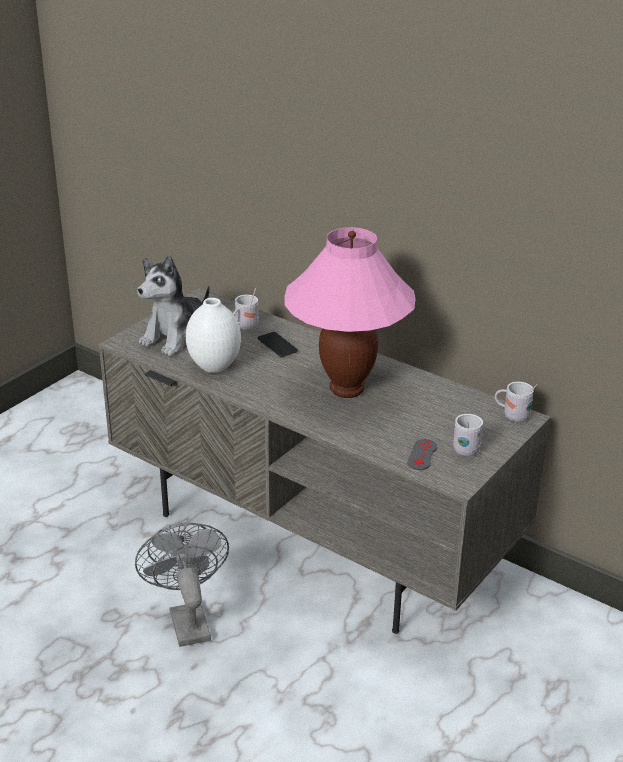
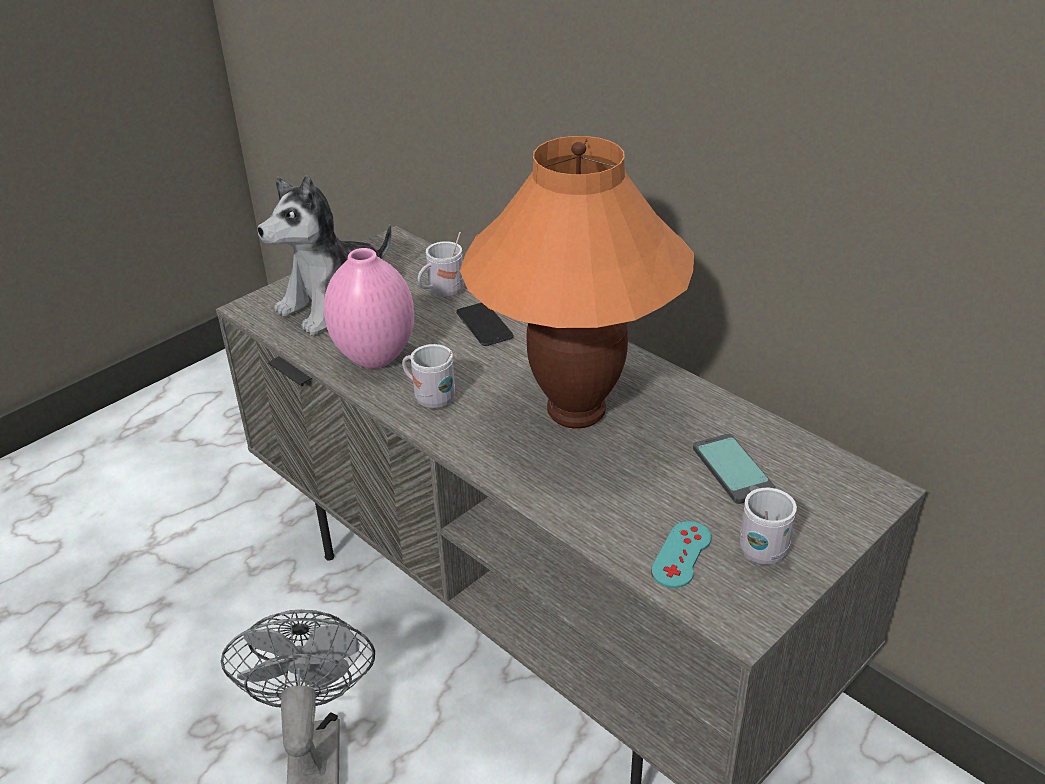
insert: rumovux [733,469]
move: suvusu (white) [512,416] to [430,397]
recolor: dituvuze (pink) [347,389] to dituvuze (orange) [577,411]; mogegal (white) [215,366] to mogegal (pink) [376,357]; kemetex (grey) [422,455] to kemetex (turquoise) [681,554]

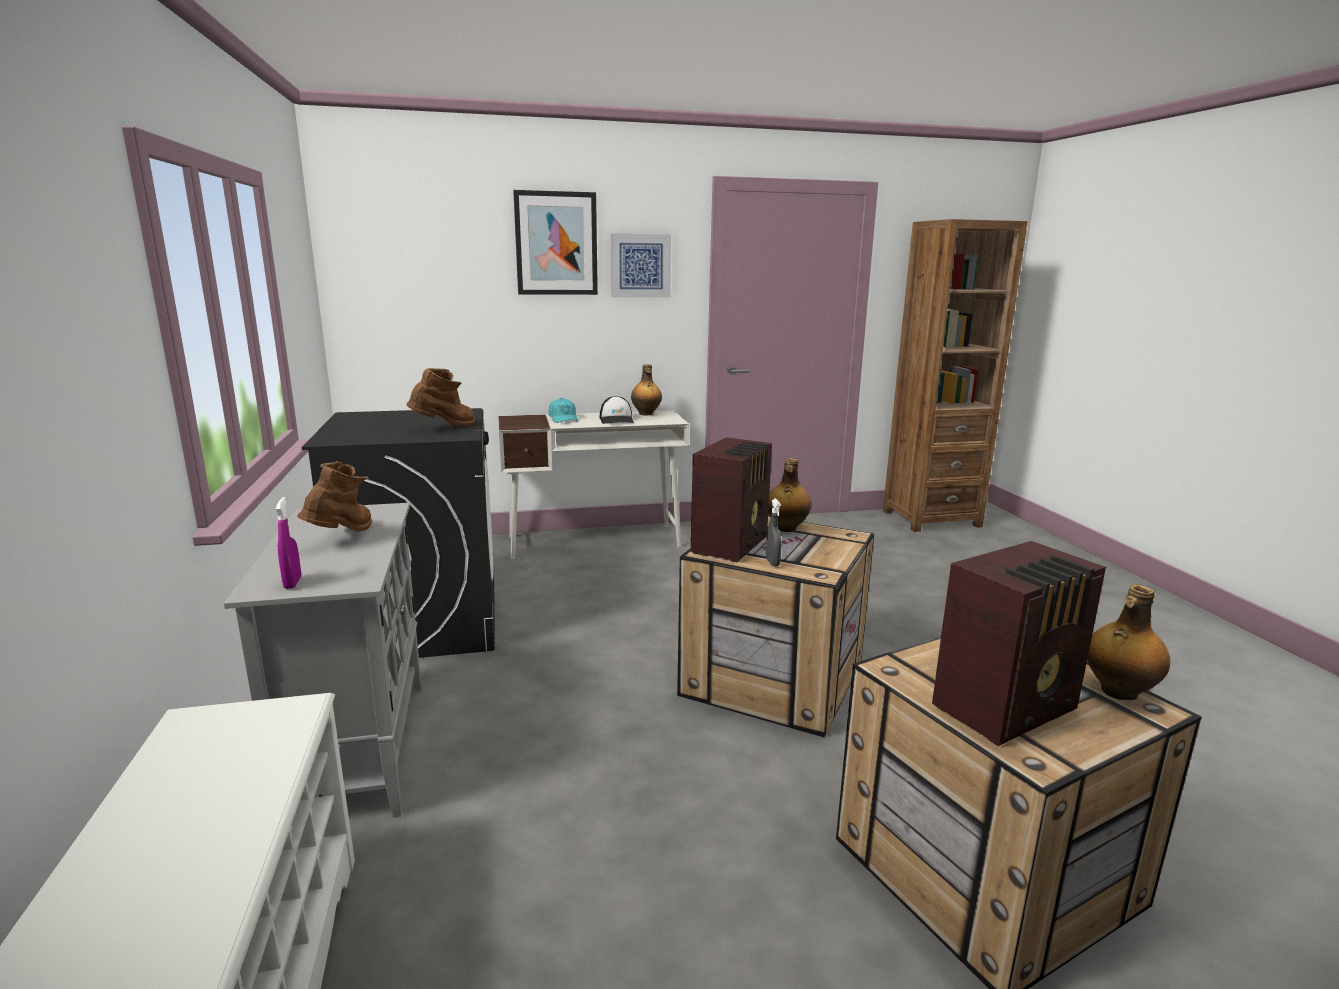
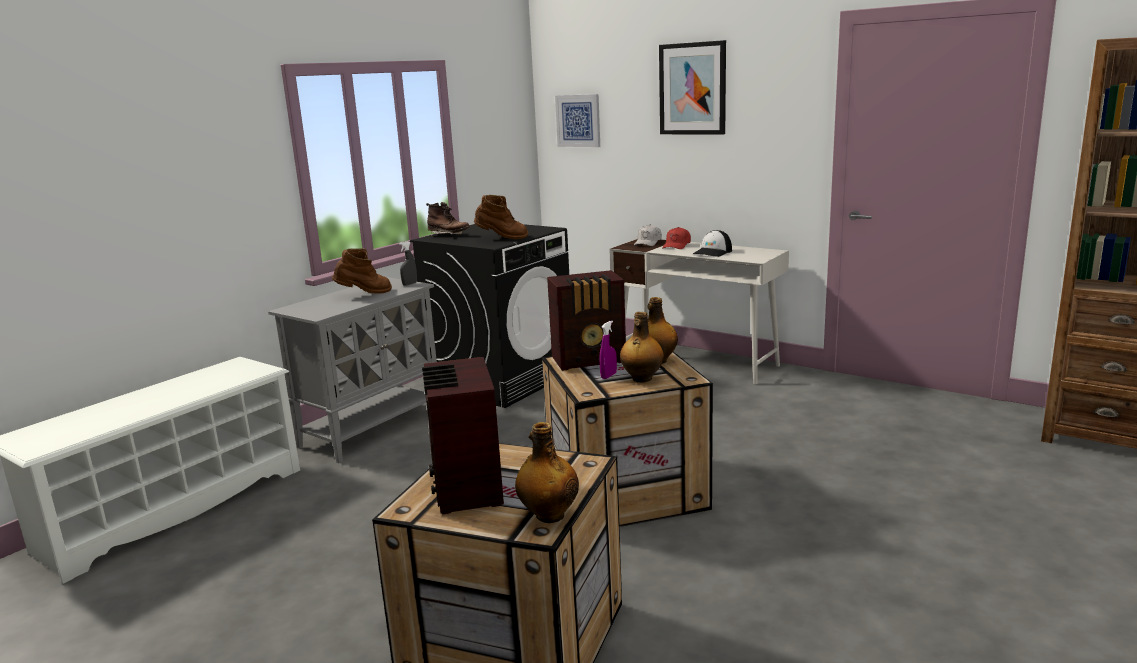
insert: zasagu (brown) [449,235]; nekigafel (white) [648,243]
move: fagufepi [640,265] to [578,120]; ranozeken [646,414] to [641,379]; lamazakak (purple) [292,583] to [608,376]; lamazakak (grey) [772,562] to [409,284]
recolor: nekigafel (turquoise) [563,419] to nekigafel (red) [677,246]
rotate: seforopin [1008,708] = [466,489] 60 degrees clockwise

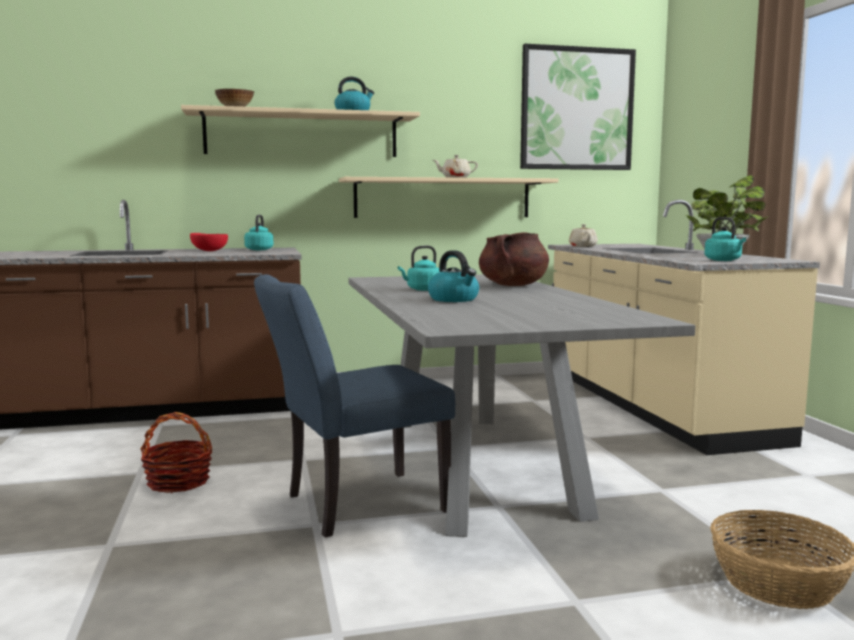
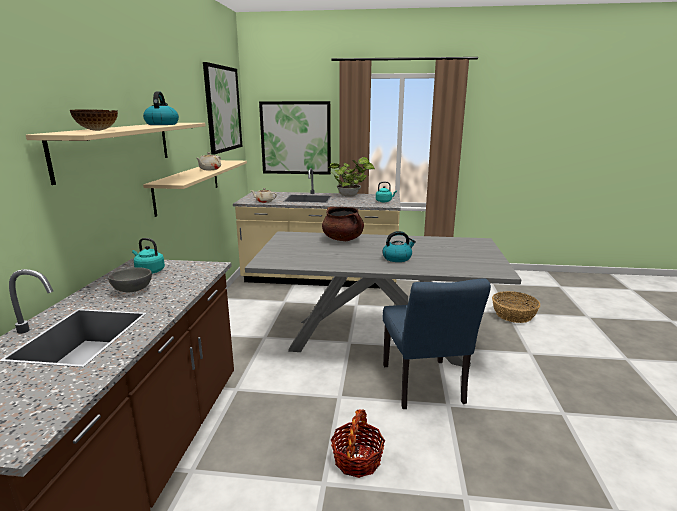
delete: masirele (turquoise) [422,289]
insert: fagufepi [296,138]
recolor: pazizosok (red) [209,251] to pazizosok (grey) [131,290]

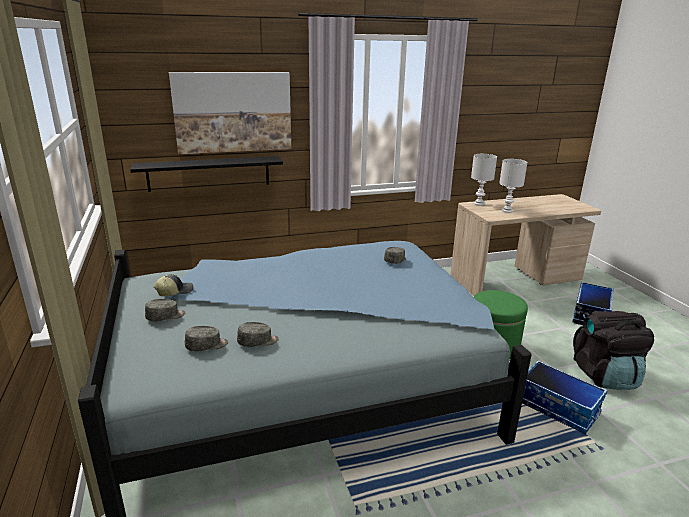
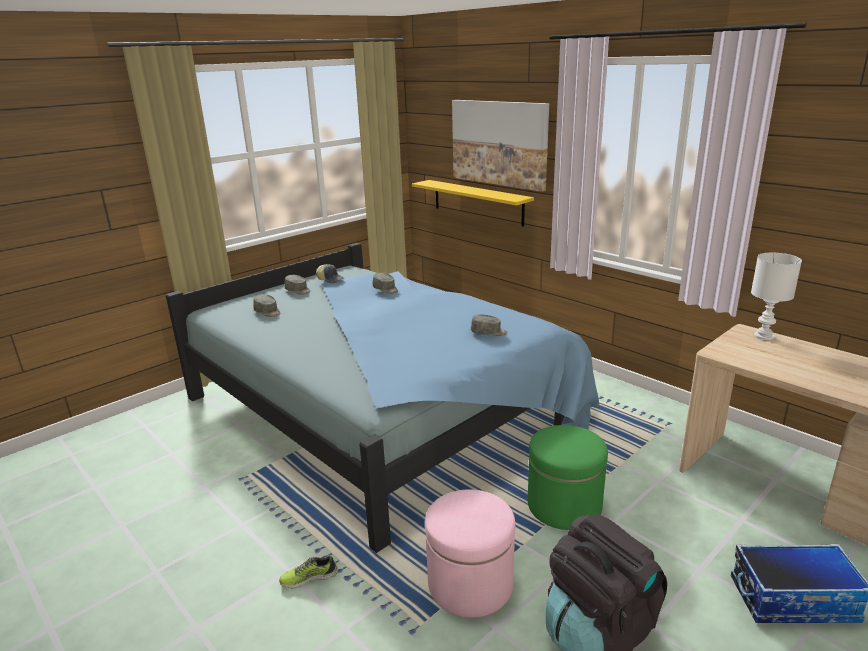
delete: dituvuze (white) [507,211]
insert: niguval [309,577]
move: nekigafel (grey) [258,342] to [386,289]
replace: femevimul [558,408] to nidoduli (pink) [470,583]
recolor: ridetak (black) [209,173] to ridetak (yellow) [477,202]

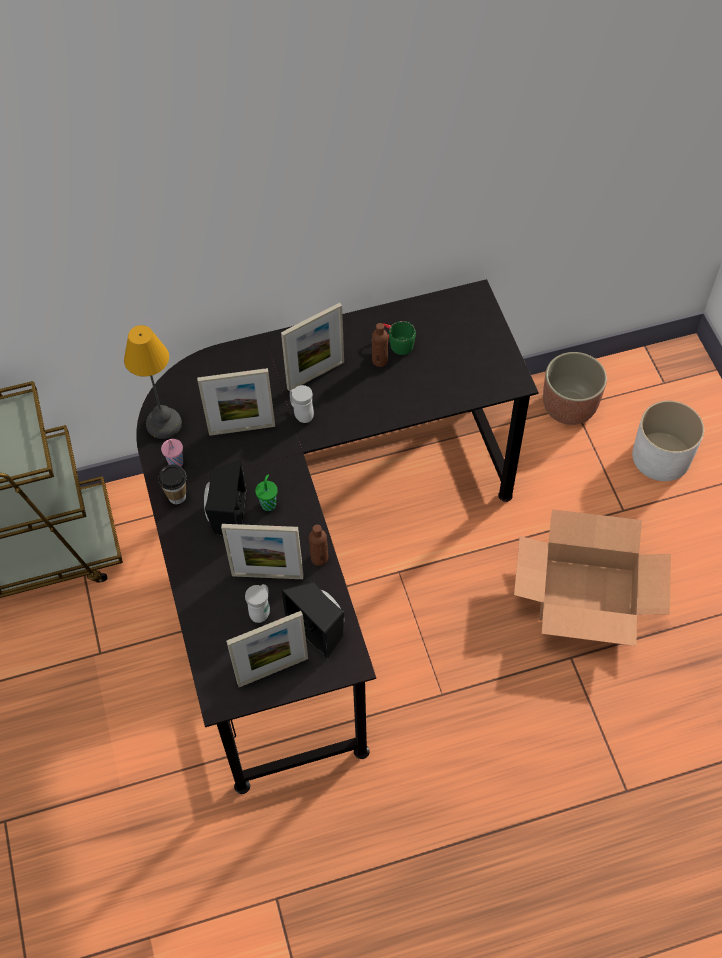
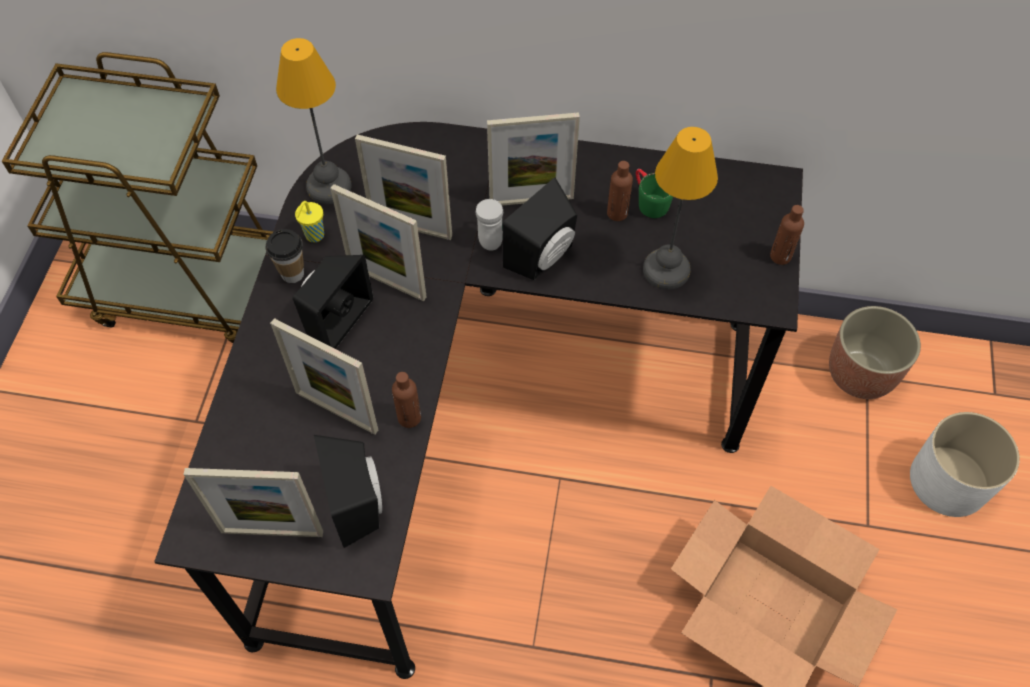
delete: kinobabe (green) [268,504]; suvusu (white) [261,610]
insert: dituvuze [665,268]; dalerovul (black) [544,258]; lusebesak [387,281]; ranozeken (brown) [780,256]
recolor: kinobabe (pink) [175,464] to kinobabe (yellow) [314,236]

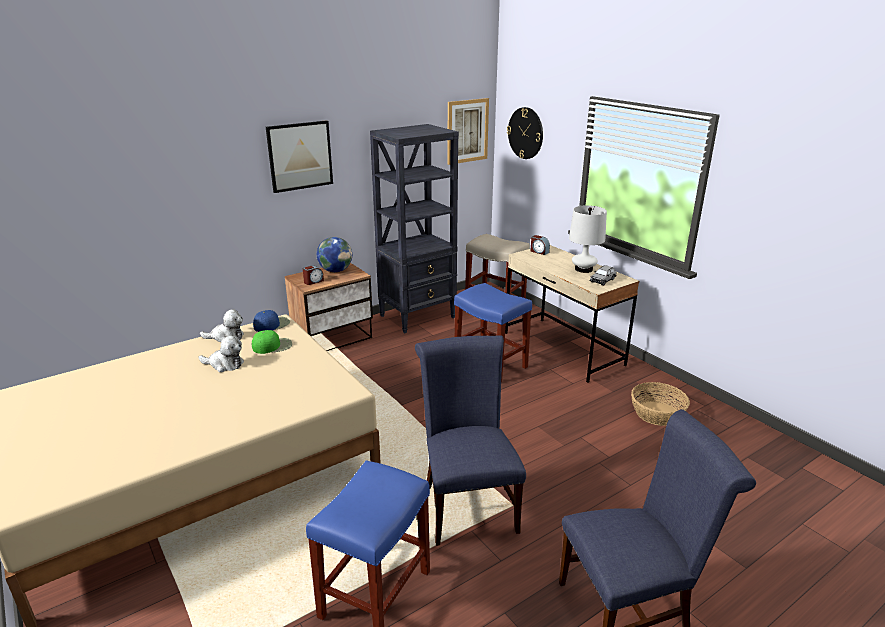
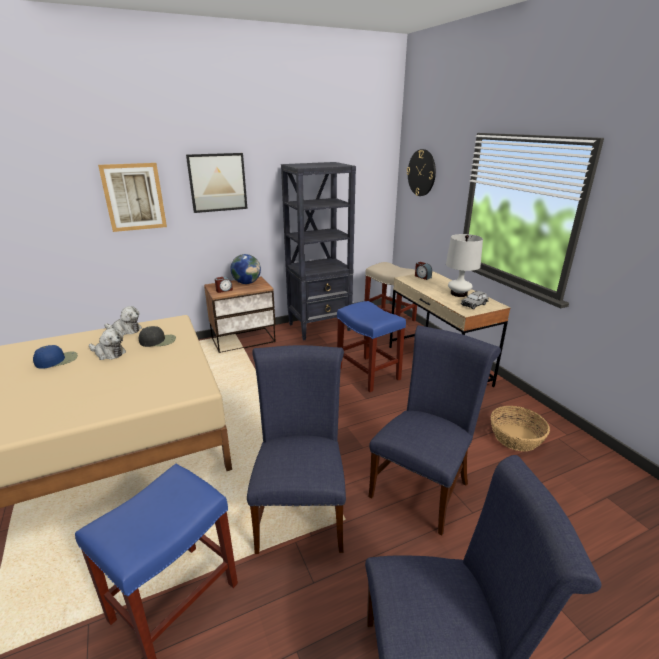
insert: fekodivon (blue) [422,486]
move: fagufepi [467,131] to [134,197]; nekigafel (blue) [272,324] to [57,360]
recolor: nekigafel (green) [272,346] to nekigafel (black) [158,341]

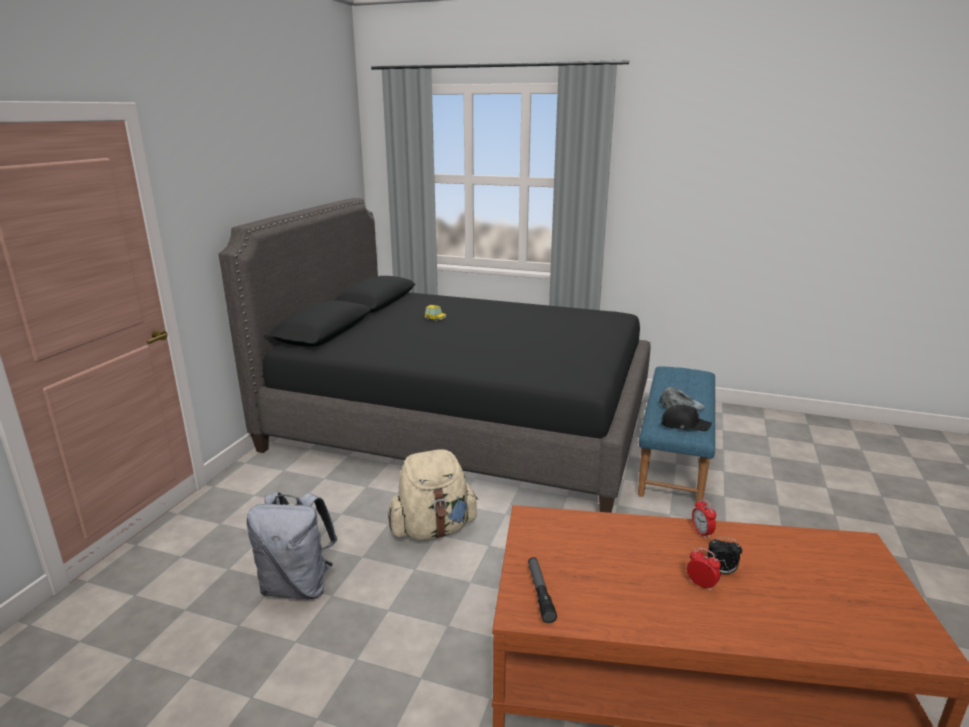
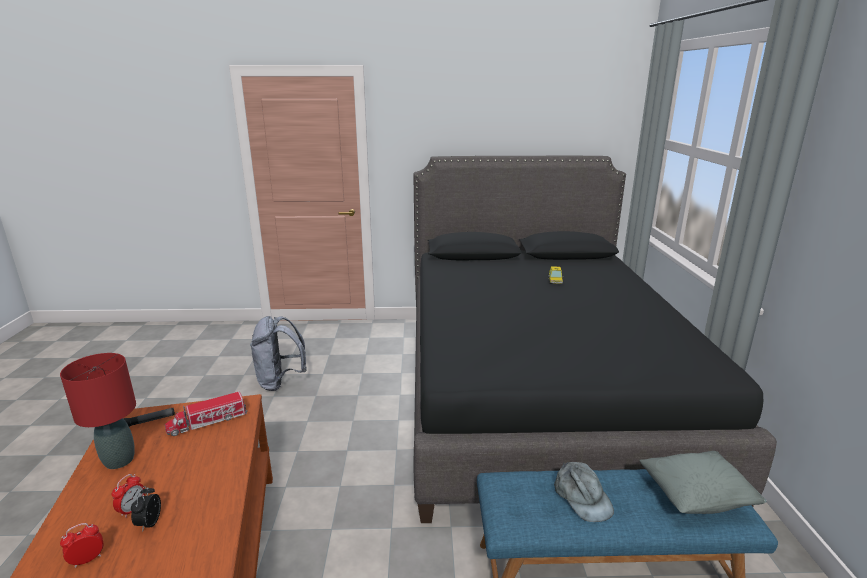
delete: nekigafel (black) [684,425]; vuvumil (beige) [433,529]
insert: dituvuze (red) [119,461]; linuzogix [208,422]; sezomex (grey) [696,498]
move: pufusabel [701,532] to [87,559]

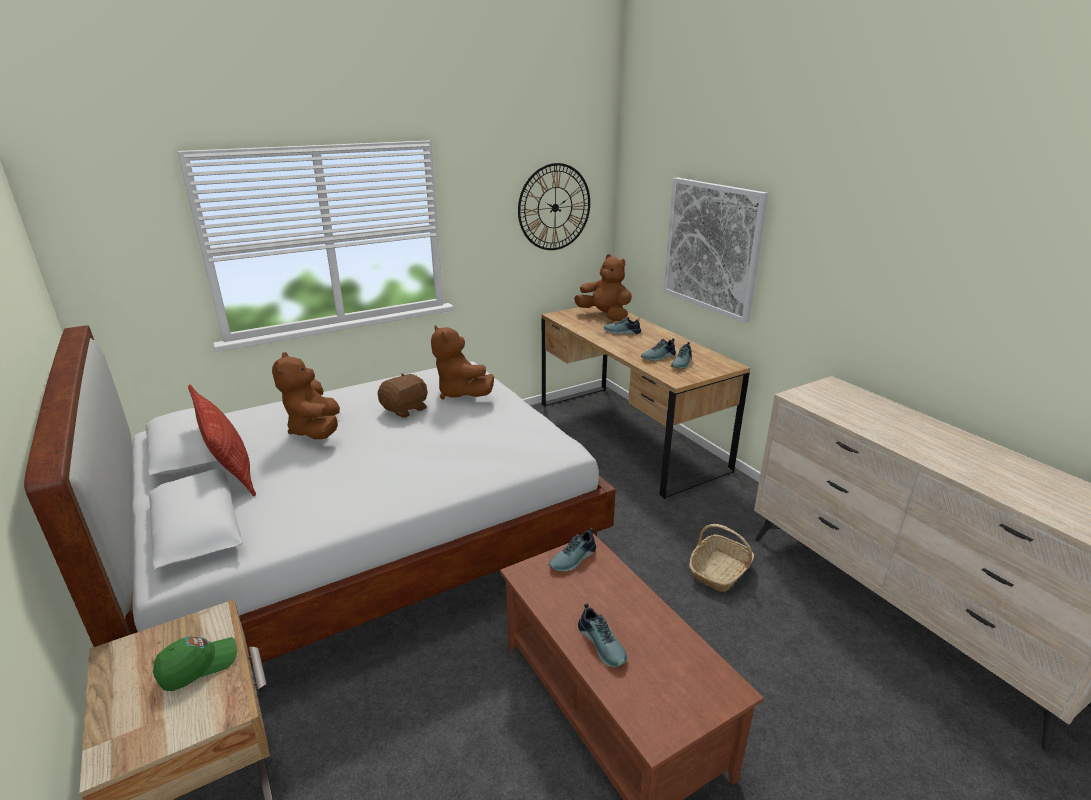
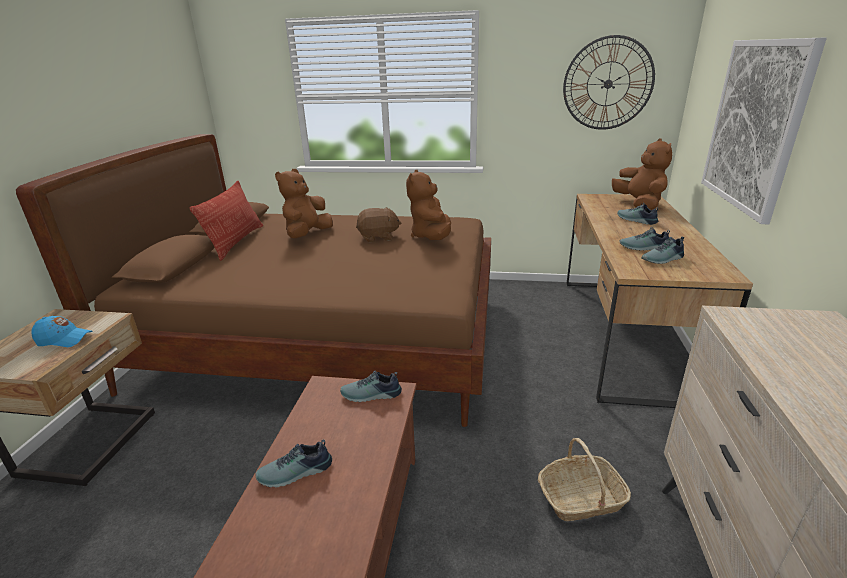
recolor: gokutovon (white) [366,546] to gokutovon (brown) [326,337]; nekigafel (green) [198,666] to nekigafel (blue) [64,339]
rotate: niguval [603,643] = [295,473] 60 degrees clockwise

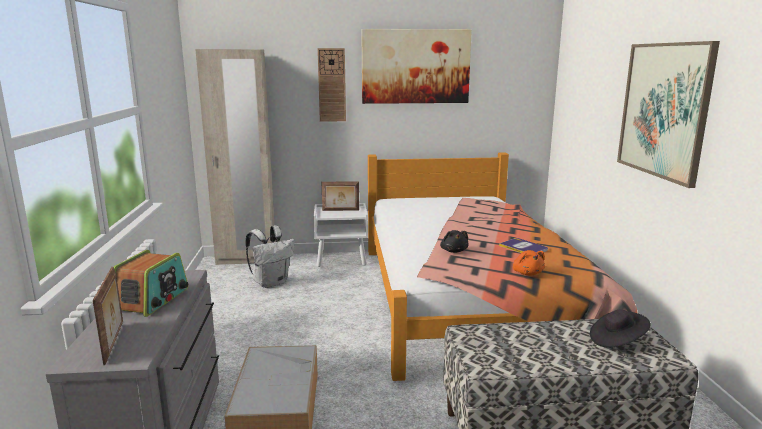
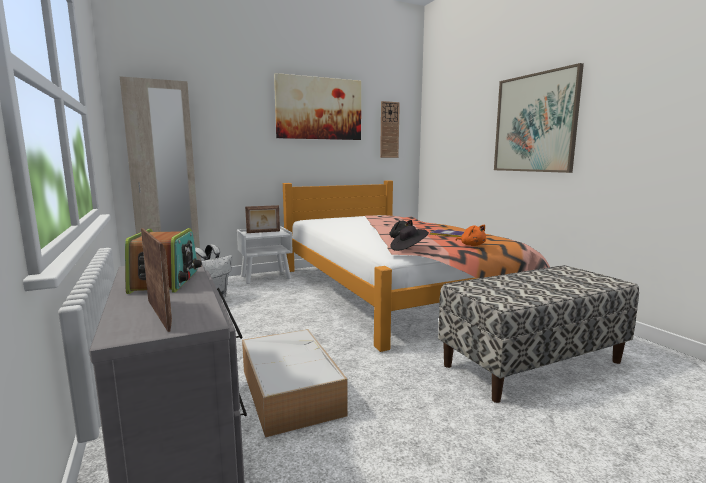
move: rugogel [332,85] to [389,130]; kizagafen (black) [617,341] to [408,248]

